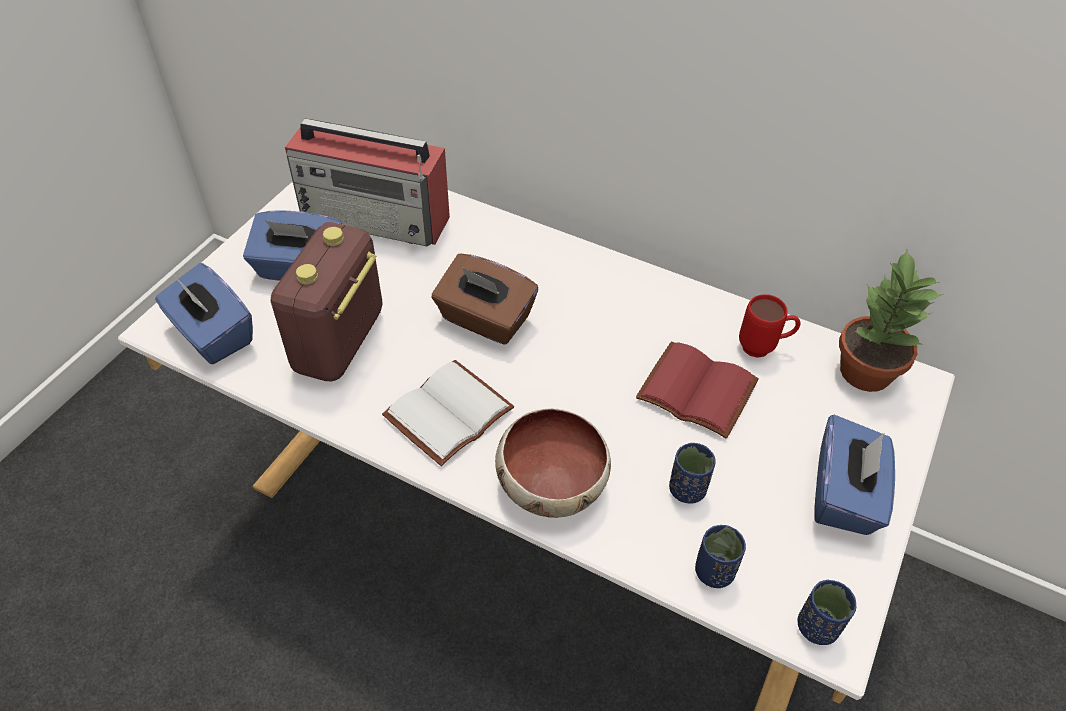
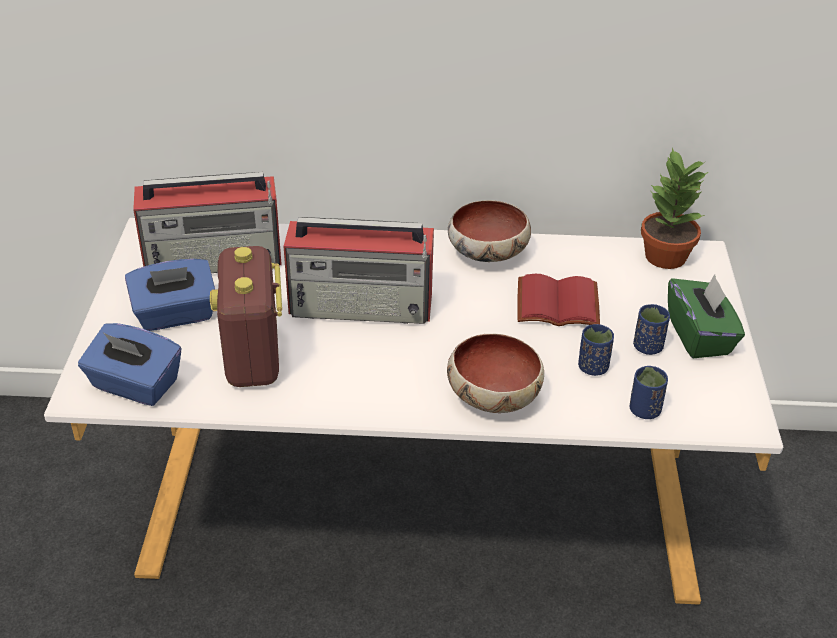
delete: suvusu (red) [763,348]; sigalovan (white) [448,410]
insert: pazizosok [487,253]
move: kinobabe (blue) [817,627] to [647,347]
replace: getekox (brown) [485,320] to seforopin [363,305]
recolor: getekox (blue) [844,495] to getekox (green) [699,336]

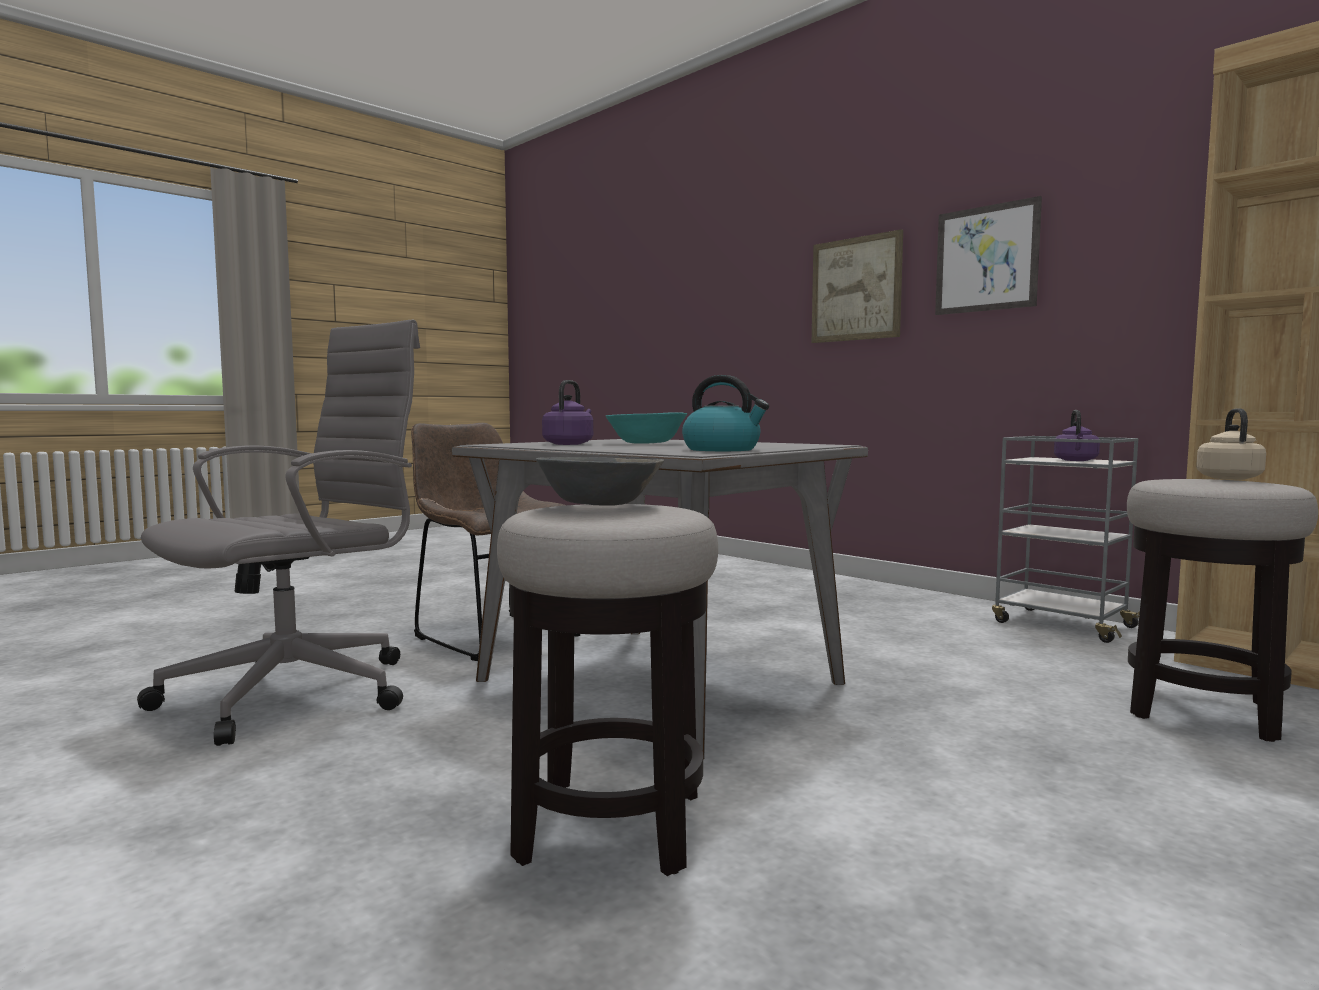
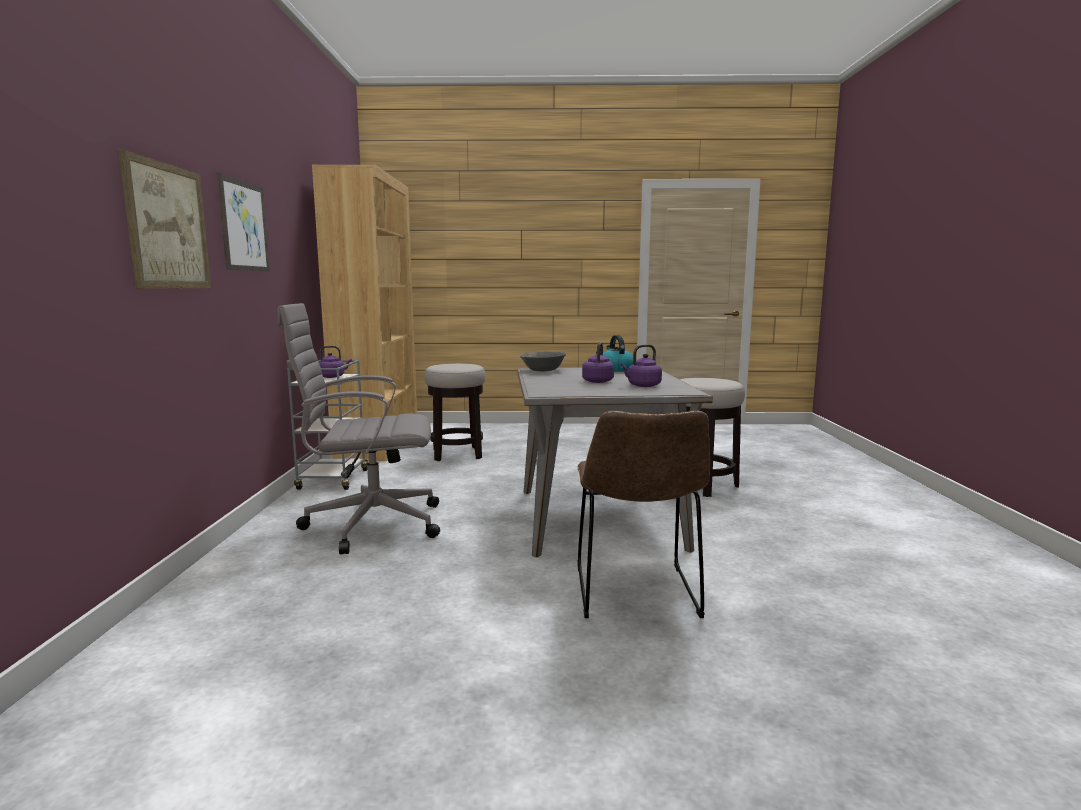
delete: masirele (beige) [1227,478]
move: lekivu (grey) [299,692] to [369,524]; pazizosok (grey) [599,504] to [543,370]
replace: pazizosok (turquoise) [647,443] to masirele (purple) [598,381]

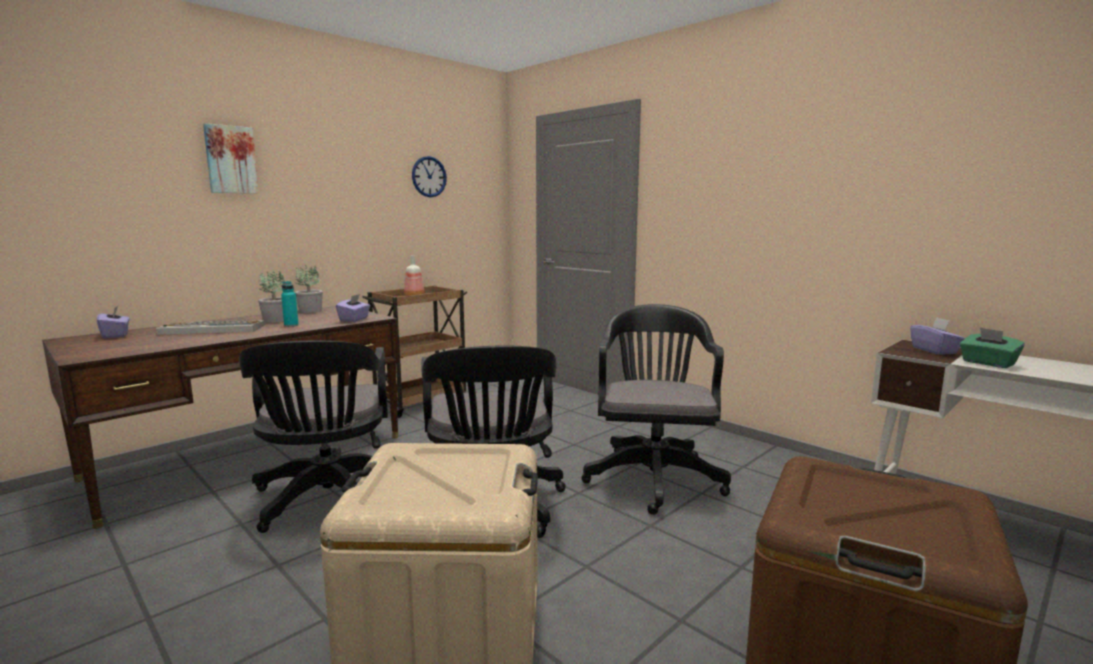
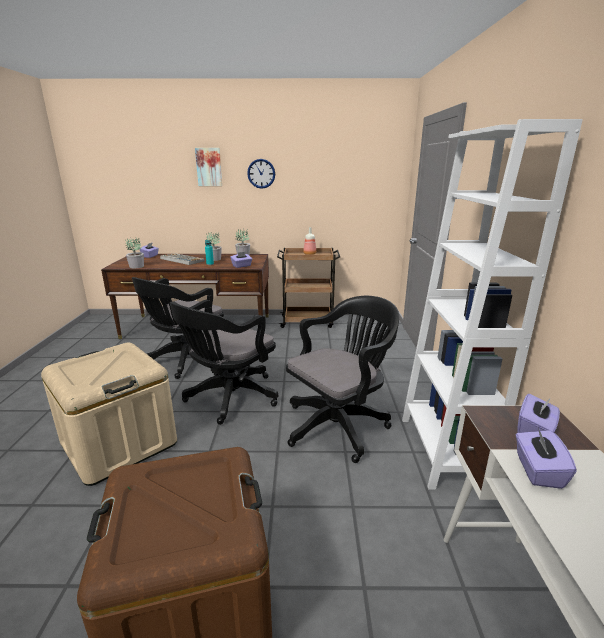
insert: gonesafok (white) [443,450]; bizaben [137,266]
move: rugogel [429,176] to [261,173]
recolor: getekox (green) [988,363] to getekox (purple) [537,471]

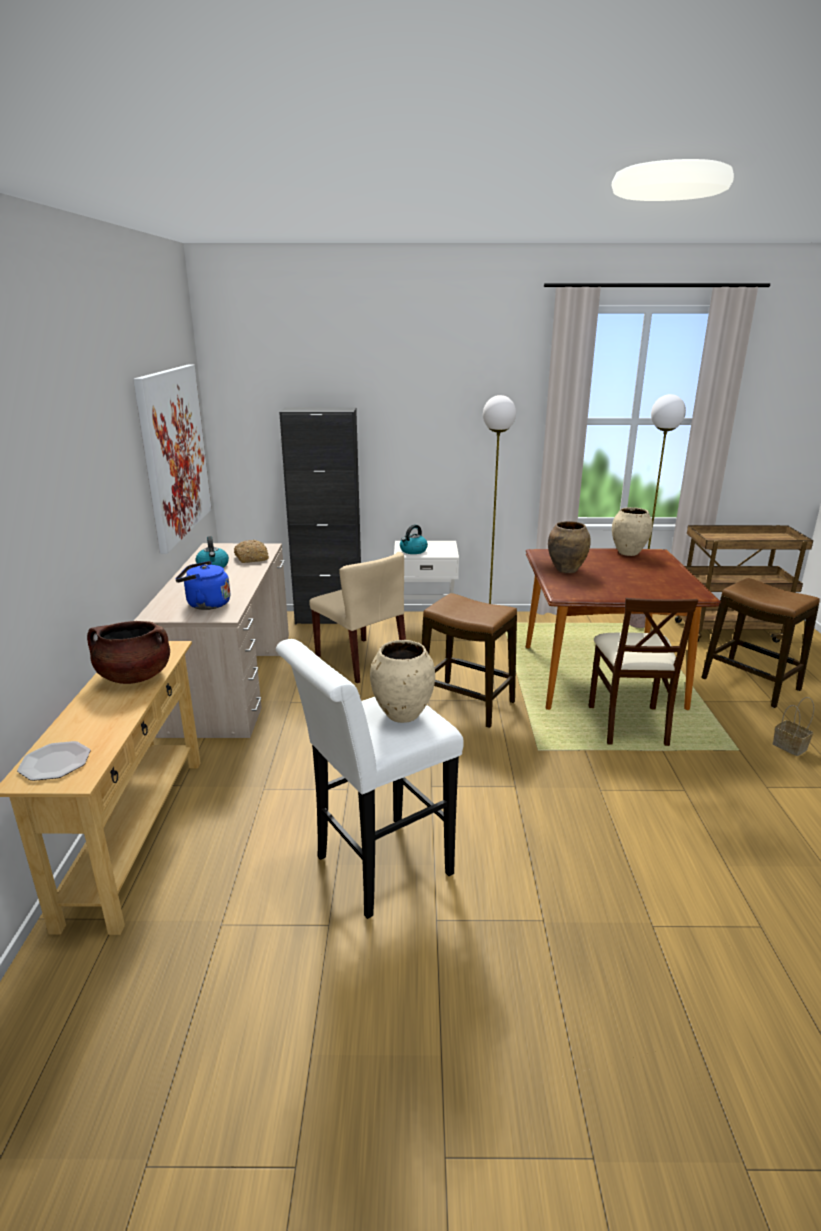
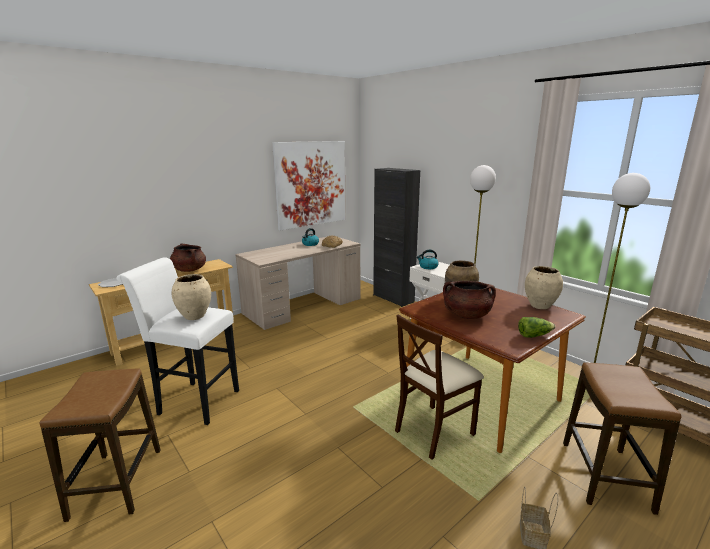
delete: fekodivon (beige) [361,660]; masirele (blue) [205,604]
insert: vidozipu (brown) [466,315]; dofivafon [534,335]
move: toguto [466,703] to [117,482]

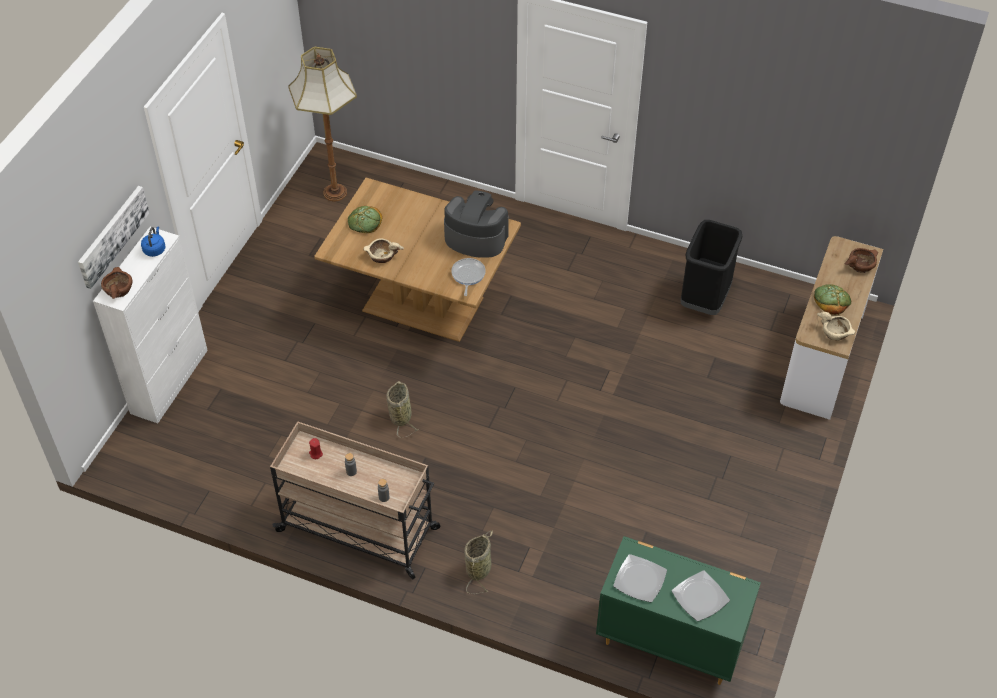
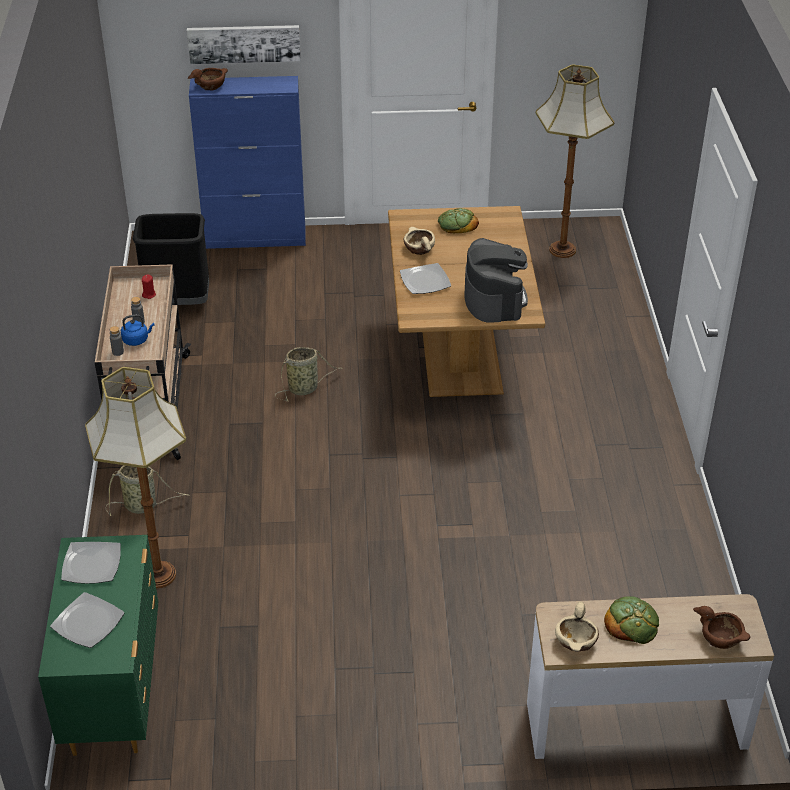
delete: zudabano [468,275]
insert: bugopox [425,281]; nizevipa [157,575]
move: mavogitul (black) [705,300] to [177,303]; masirele (blue) [155,249] to [137,340]
recolor: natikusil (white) [170,381] to natikusil (blue) [256,238]

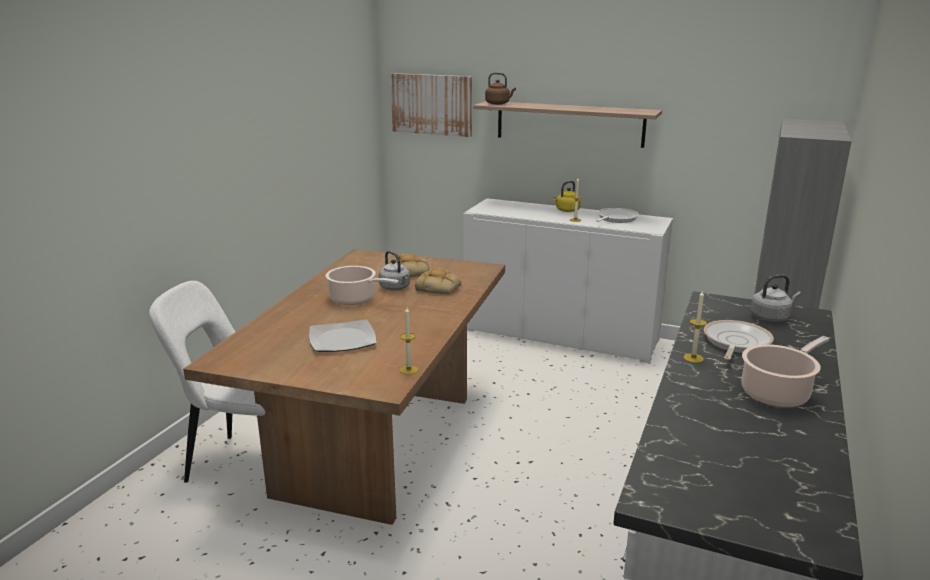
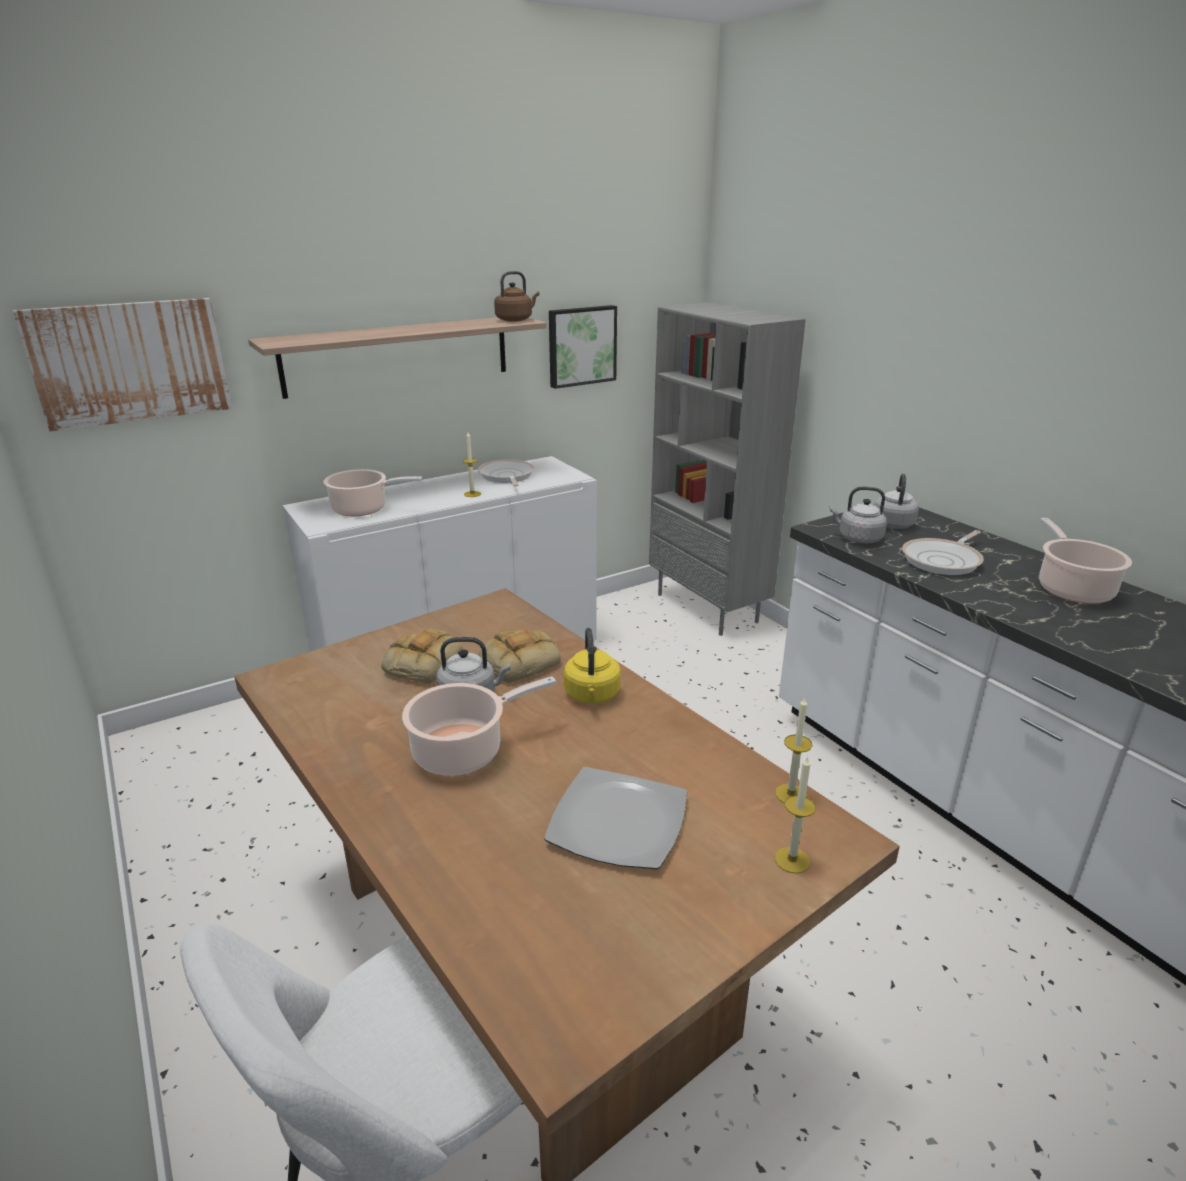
insert: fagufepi [581,346]; vidozipu [363,509]; masirele (grey) [857,538]
move: masirele (brown) [499,104] to [515,320]; masirele (yellow) [566,210] to [592,696]; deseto [693,358] to [792,860]
rotate: zudabano [735,342] = [944,560] 105 degrees counterclockwise

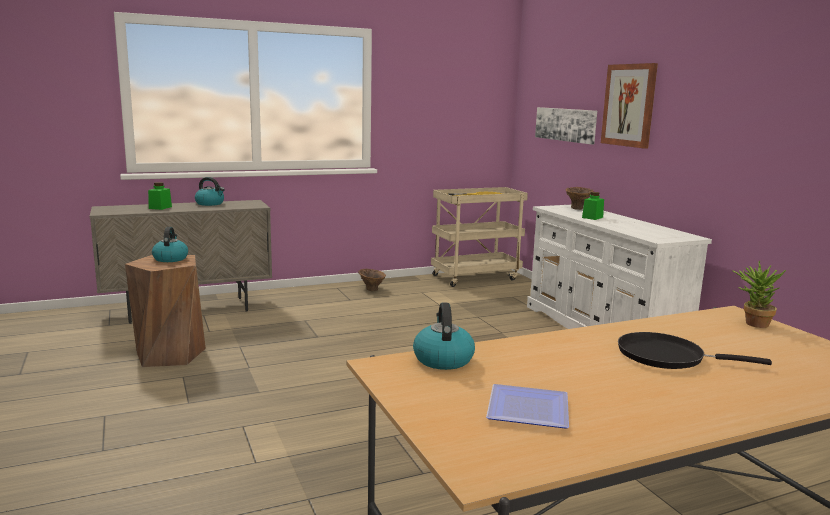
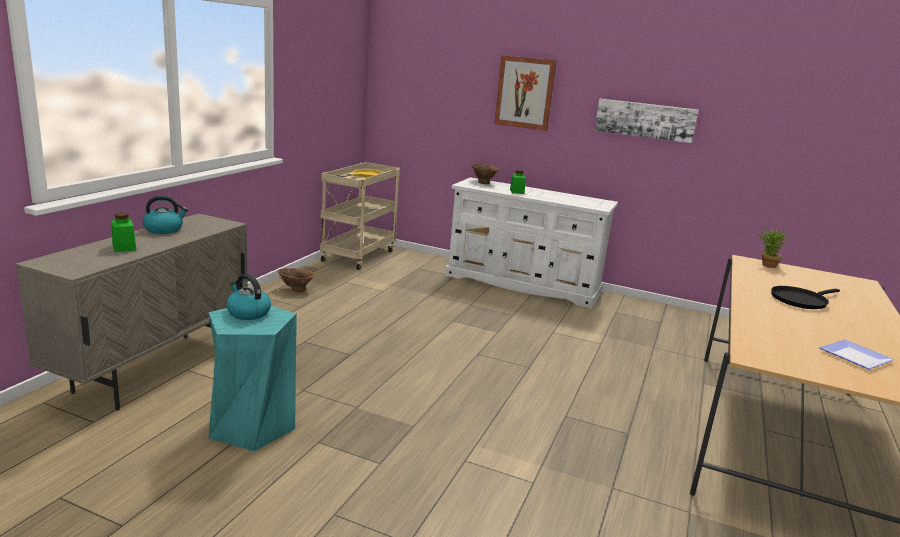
delete: masirele [442,359]
move: fagufepi [566,124] to [645,120]
recolor: toguto (brown) [170,354] to toguto (turquoise) [252,426]

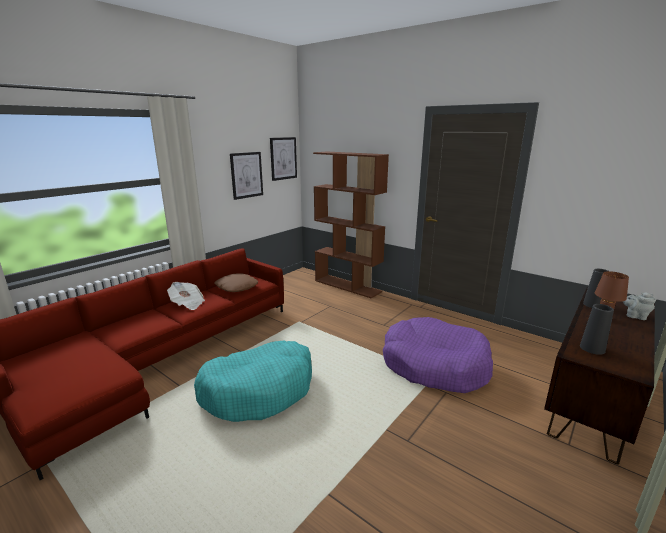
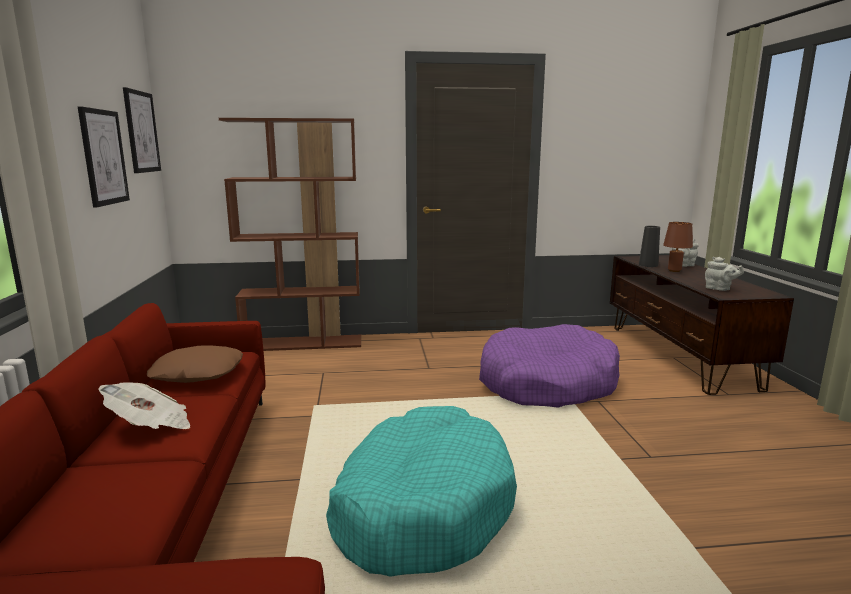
replace: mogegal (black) [592,348] to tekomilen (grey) [719,289]

